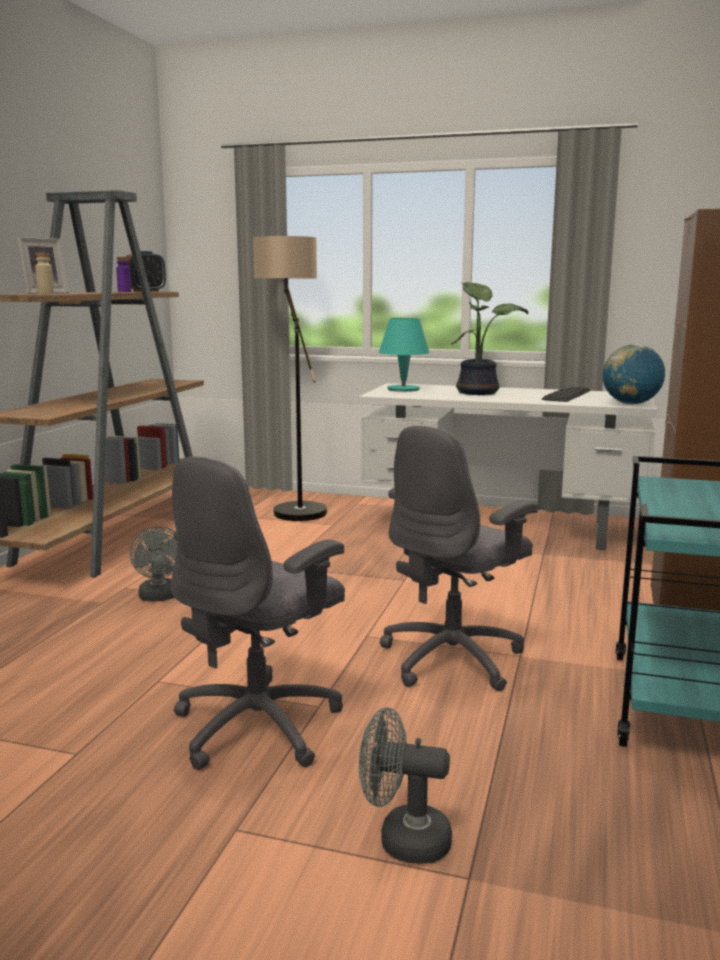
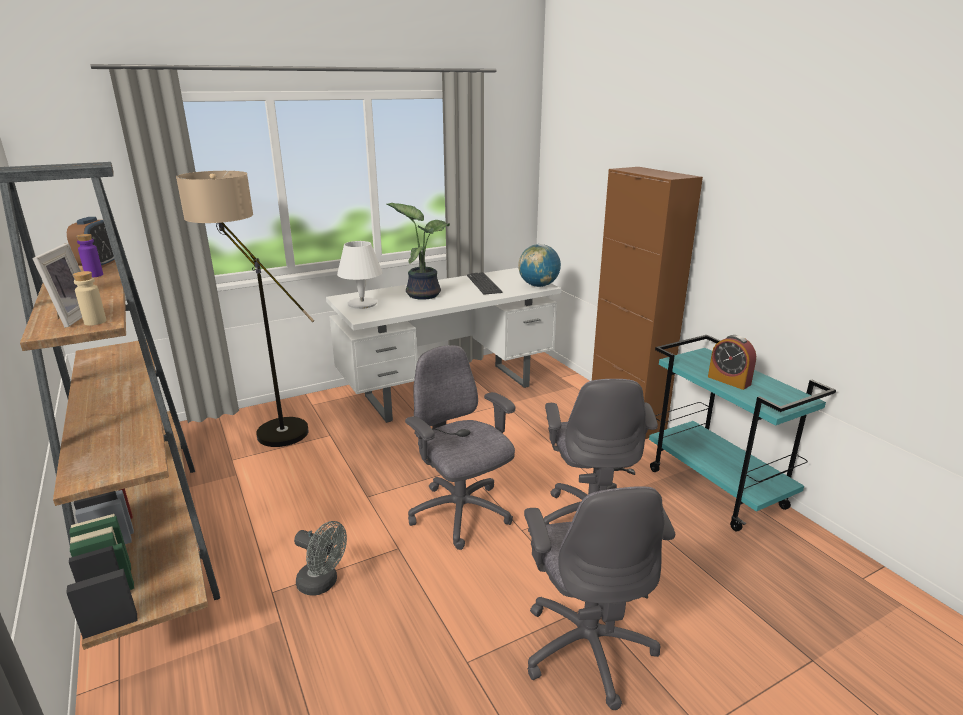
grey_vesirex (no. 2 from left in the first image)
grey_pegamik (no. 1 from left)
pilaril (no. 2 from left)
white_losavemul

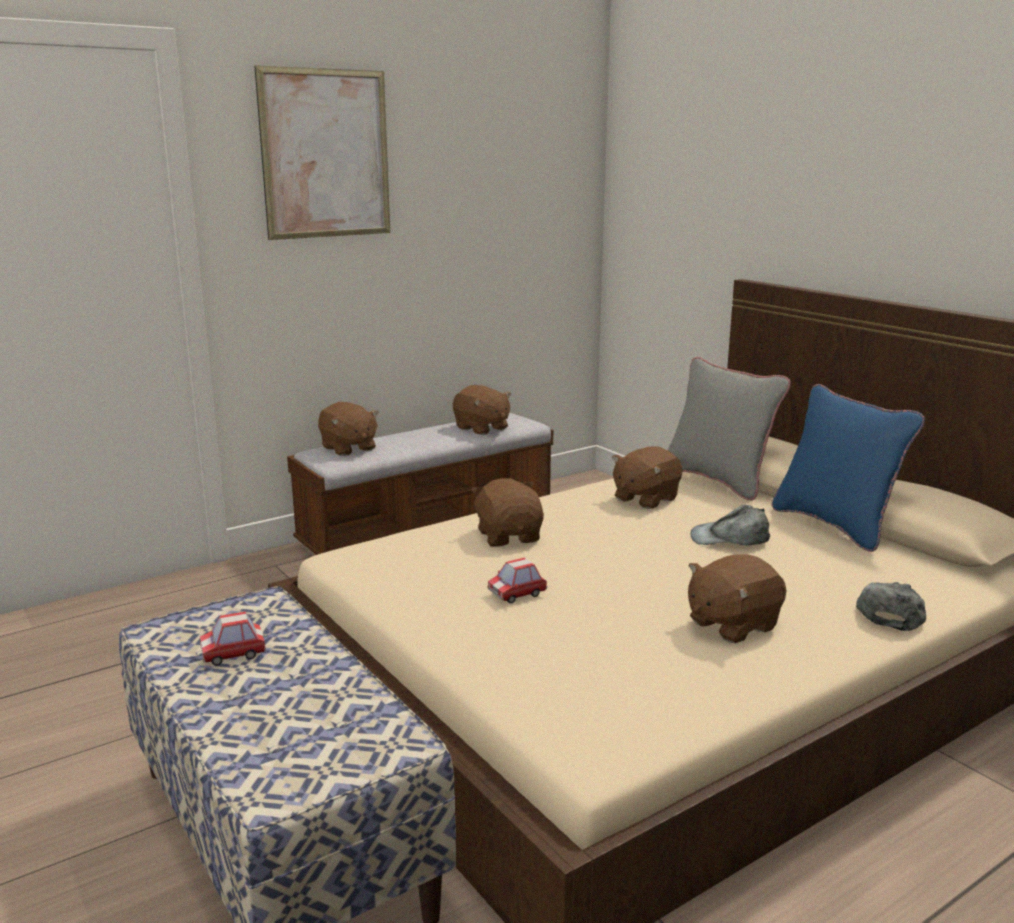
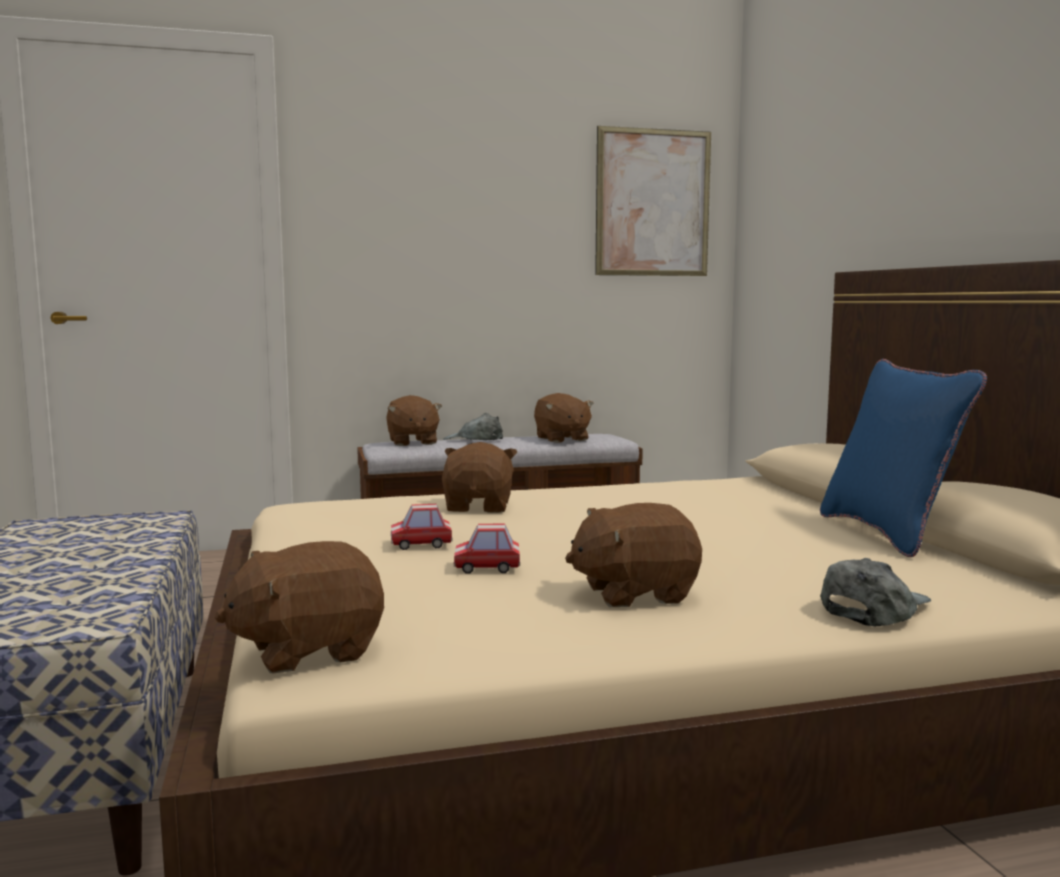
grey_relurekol
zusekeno (no. 2 from left)
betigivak
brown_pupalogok (no. 1 from left)
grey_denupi (no. 1 from left)

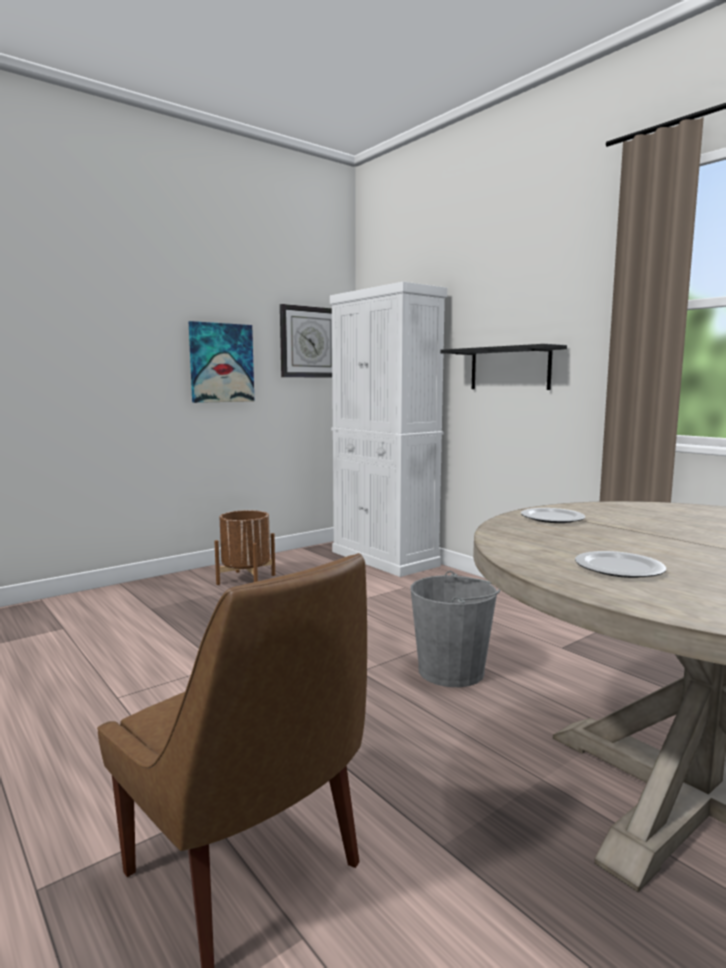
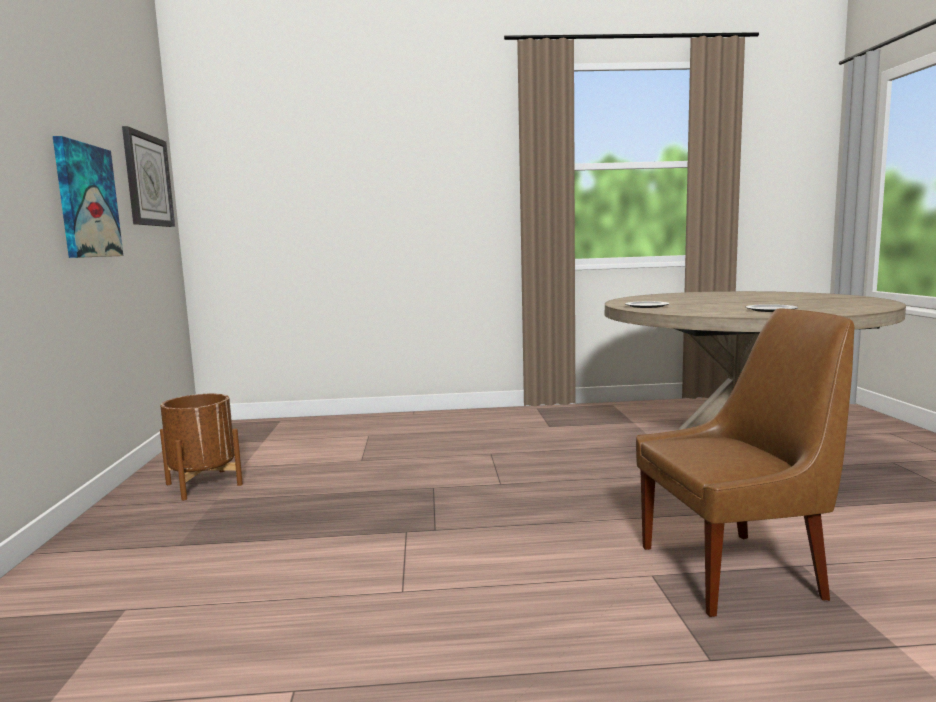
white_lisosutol
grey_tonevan
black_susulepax

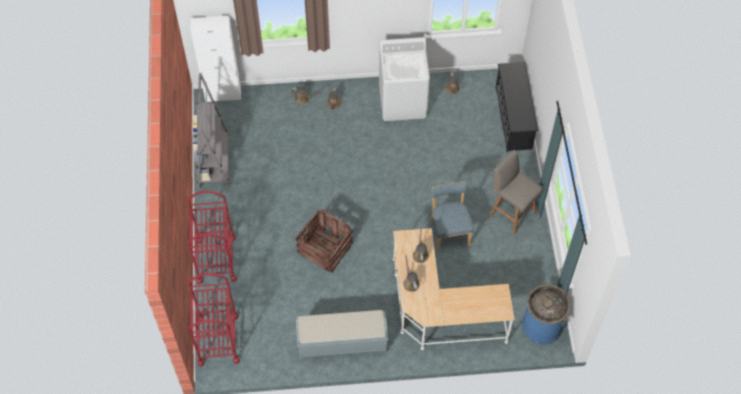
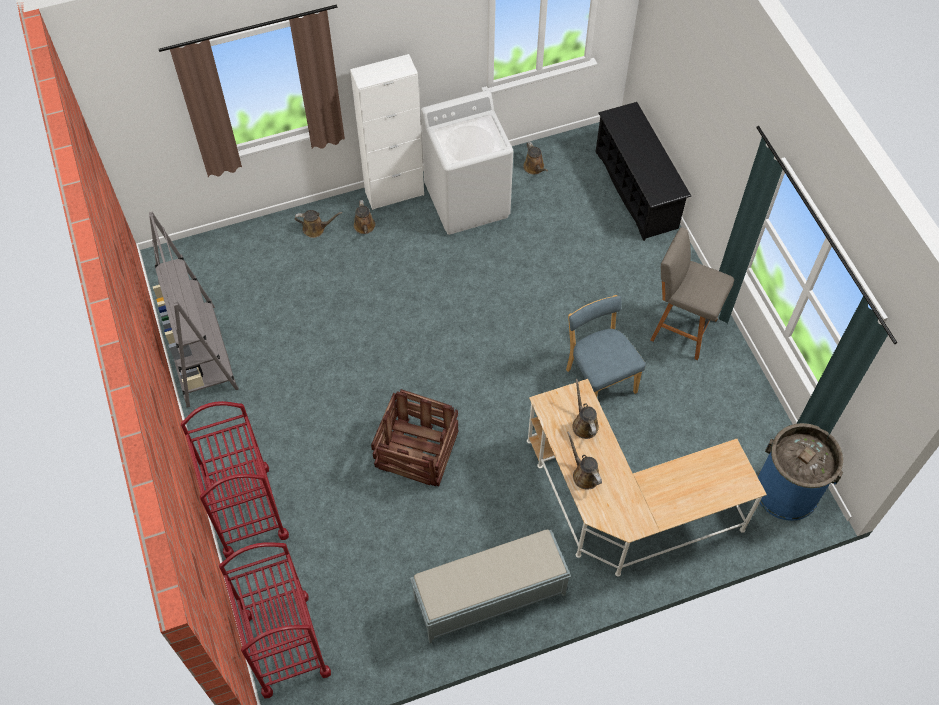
white_lisosutol

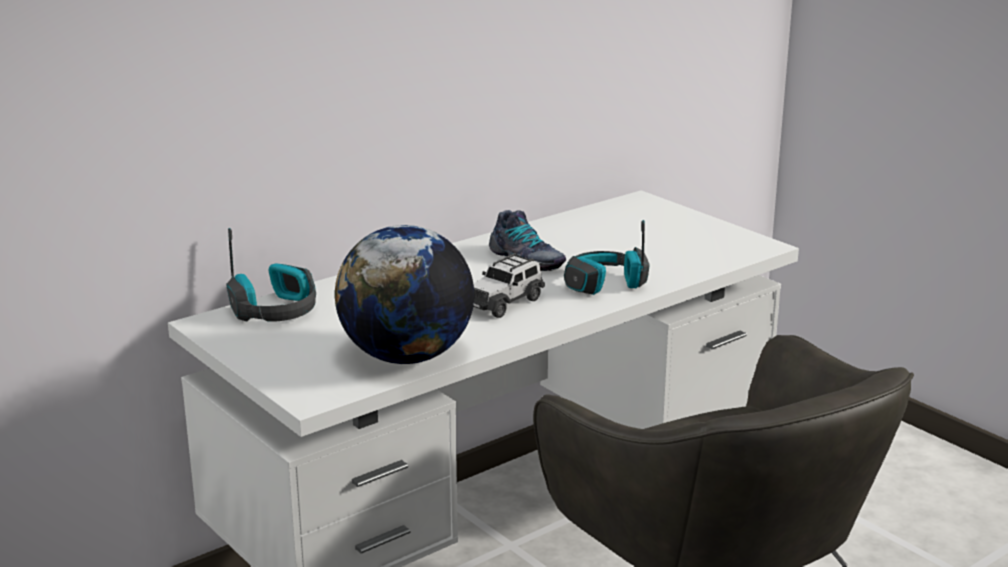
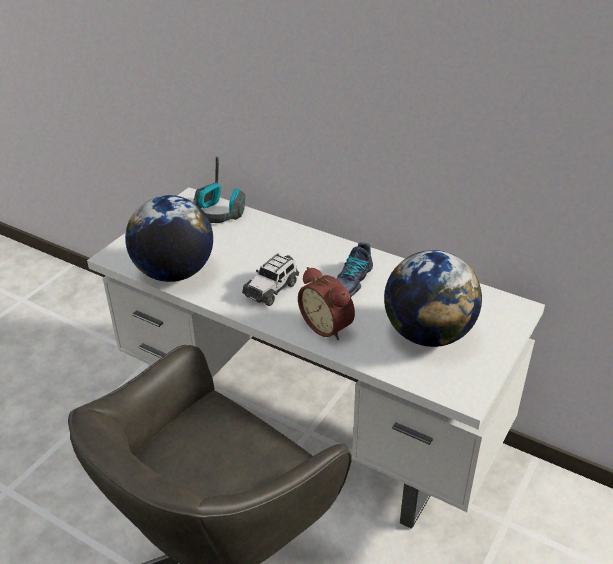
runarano (no. 2 from left)
pilaril
zusekeno

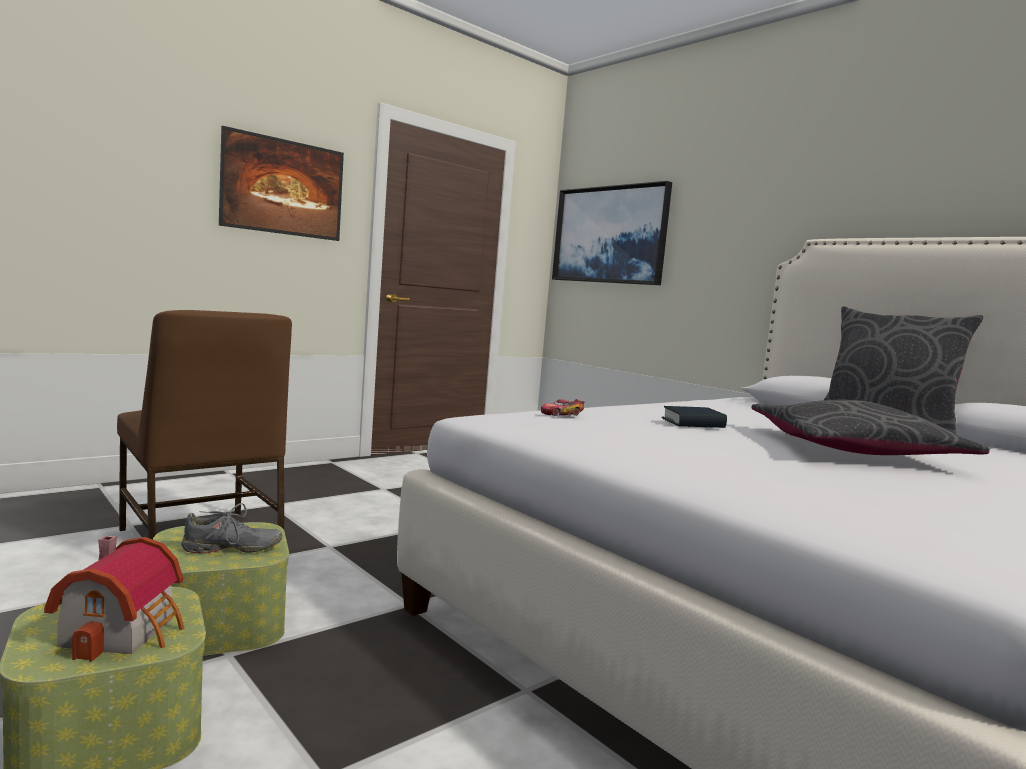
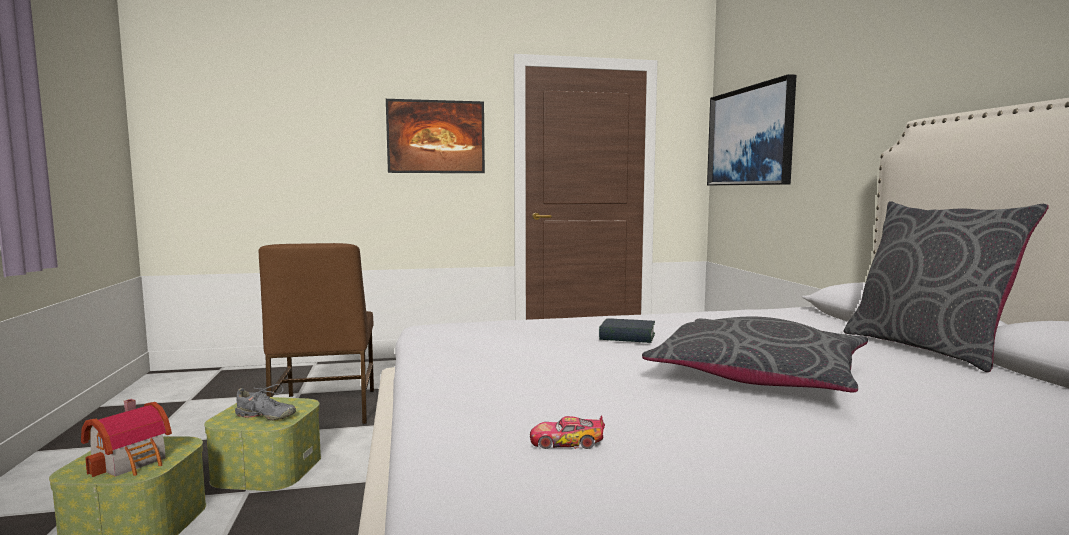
zusekeno

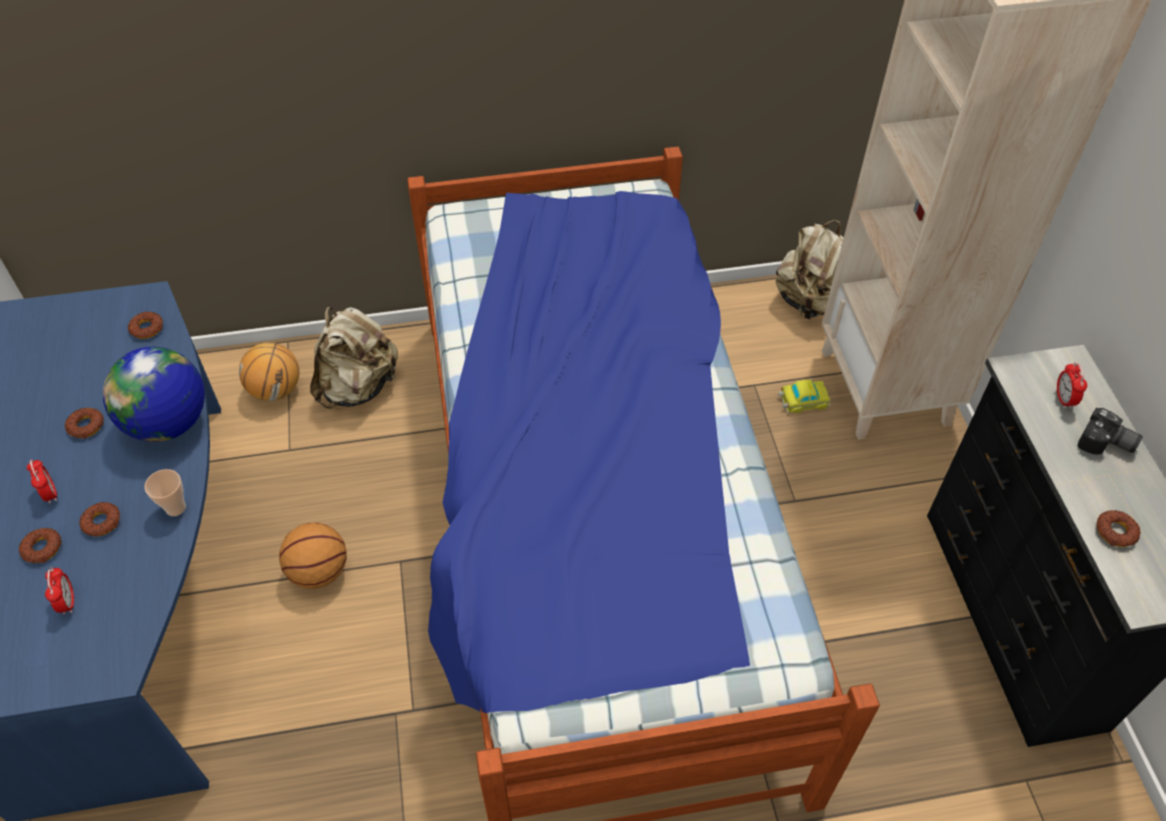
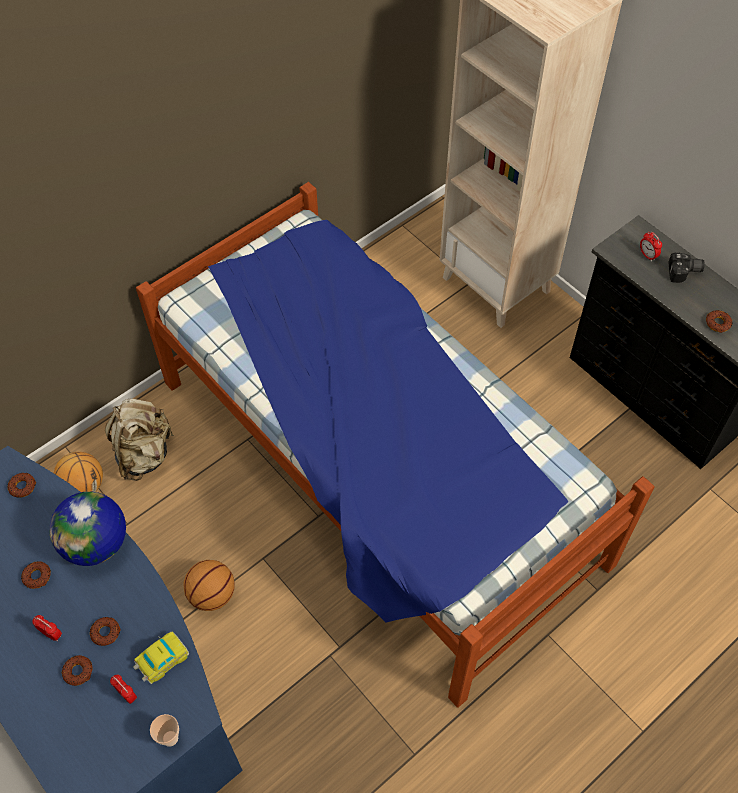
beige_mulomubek (no. 2 from left in the first image)
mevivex
zusekeno

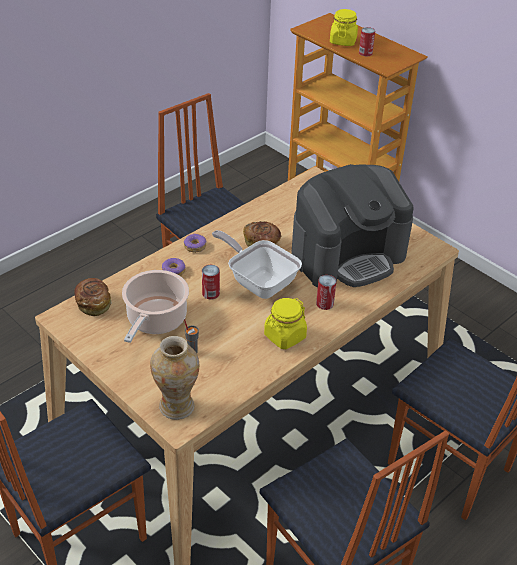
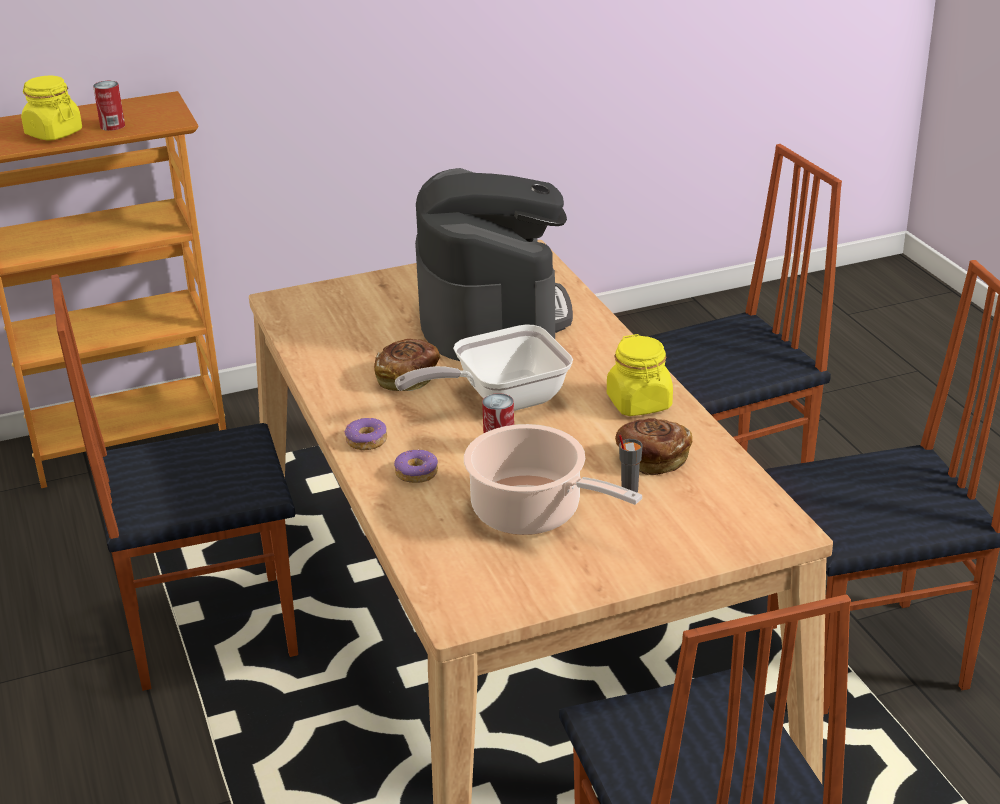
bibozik
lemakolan (no. 2 from left in the first image)
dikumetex (no. 2 from left)

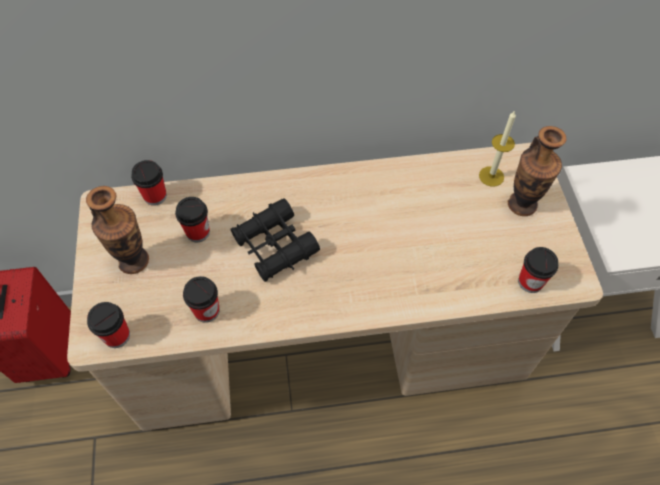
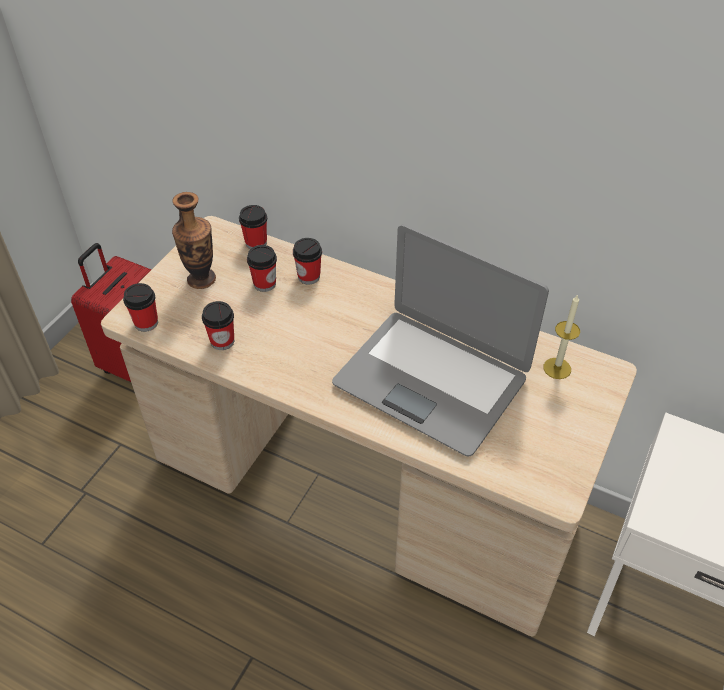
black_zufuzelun
bibozik (no. 2 from left in the first image)
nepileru
mevivex (no. 5 from left)

